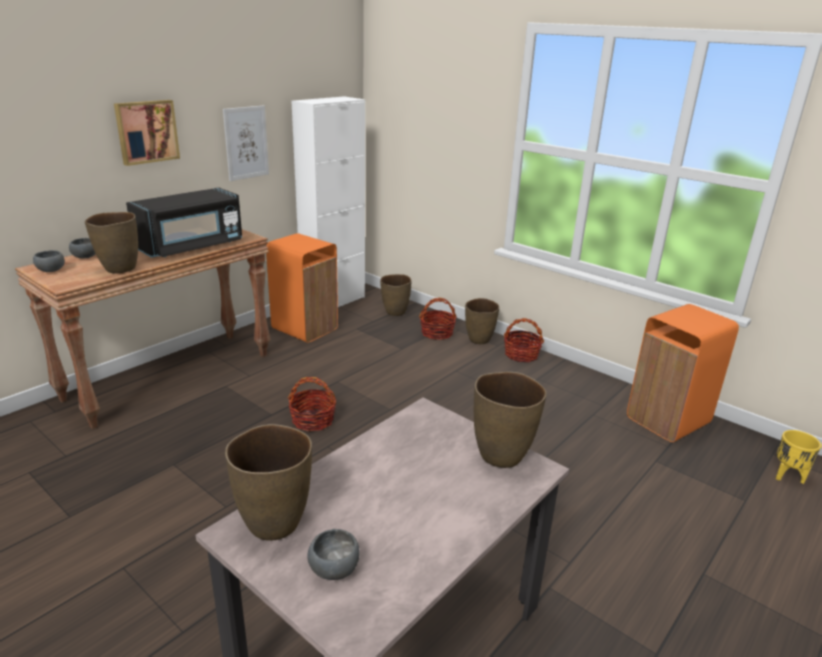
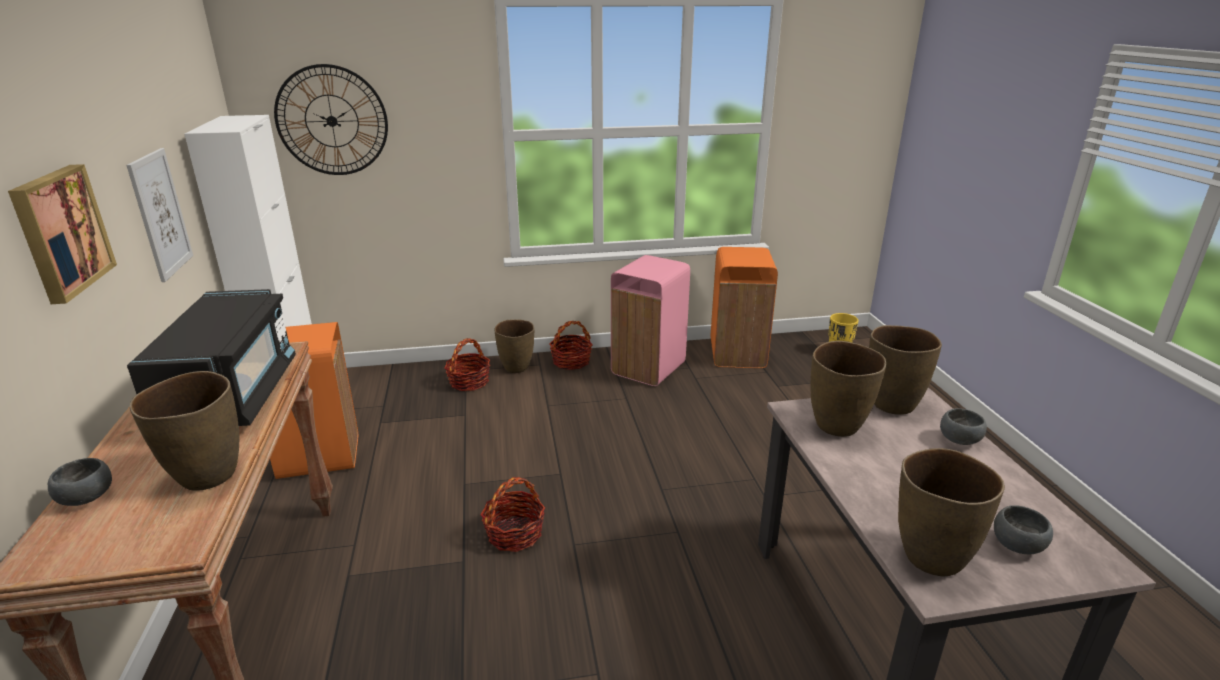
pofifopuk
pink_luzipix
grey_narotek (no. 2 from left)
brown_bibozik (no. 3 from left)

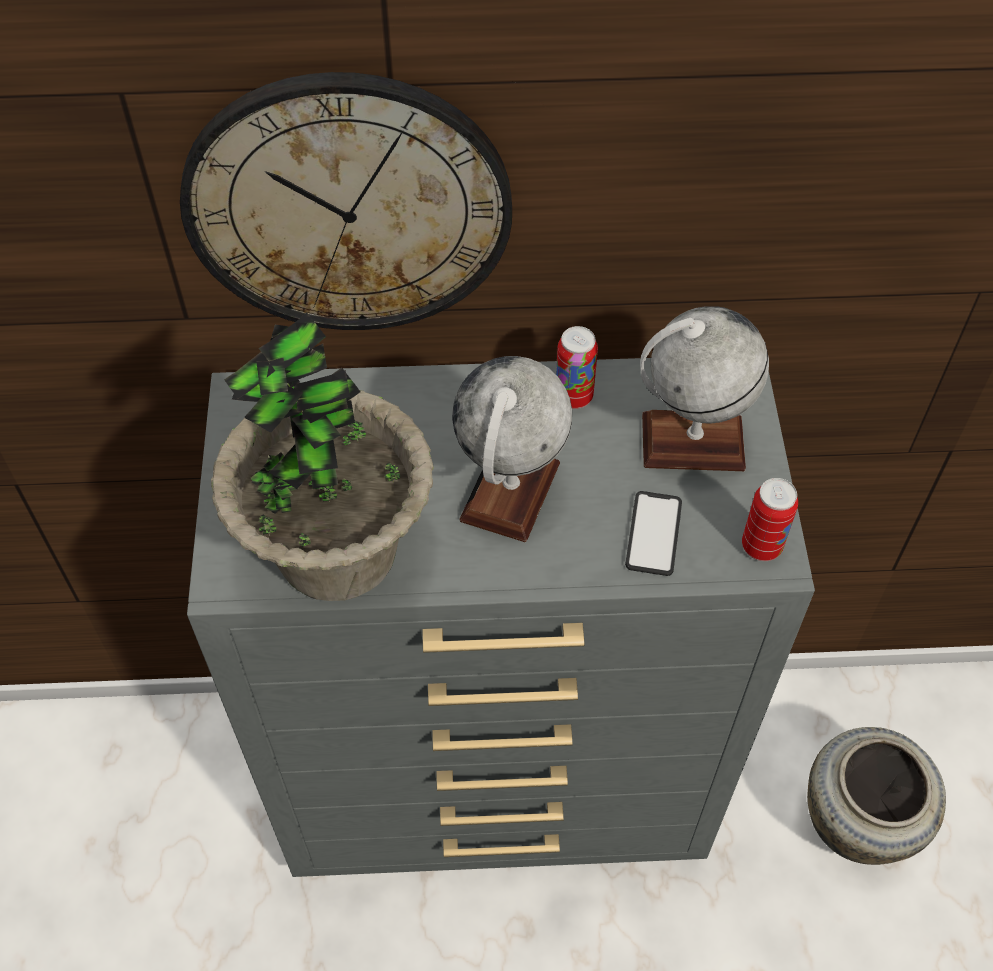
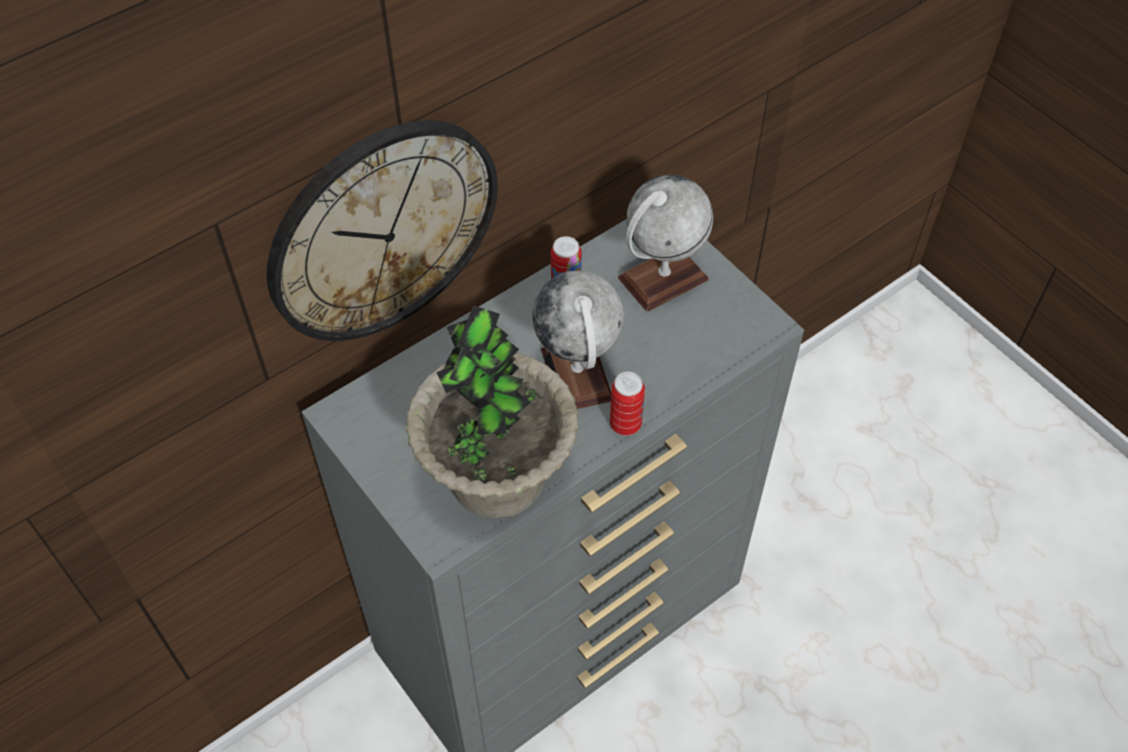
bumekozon
beige_bibozik
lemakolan (no. 2 from left)

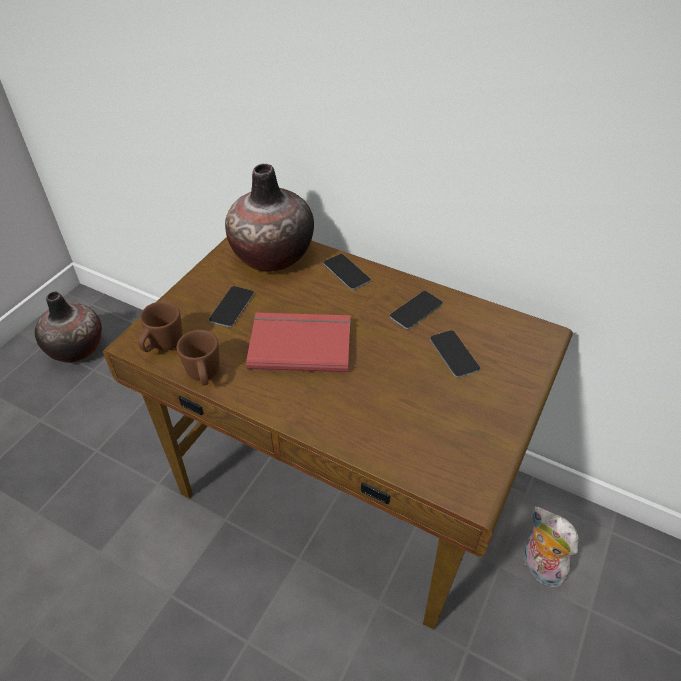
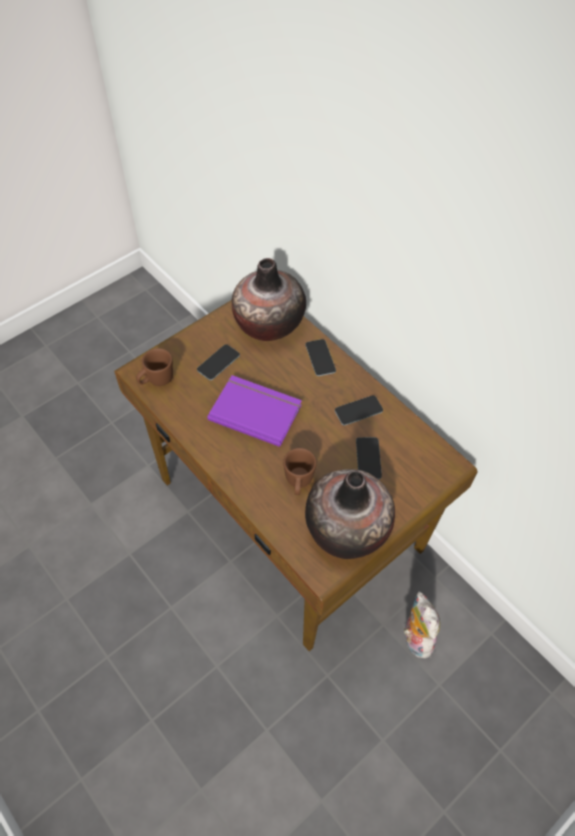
bibozik (no. 2 from left)
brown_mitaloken (no. 2 from left)
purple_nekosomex

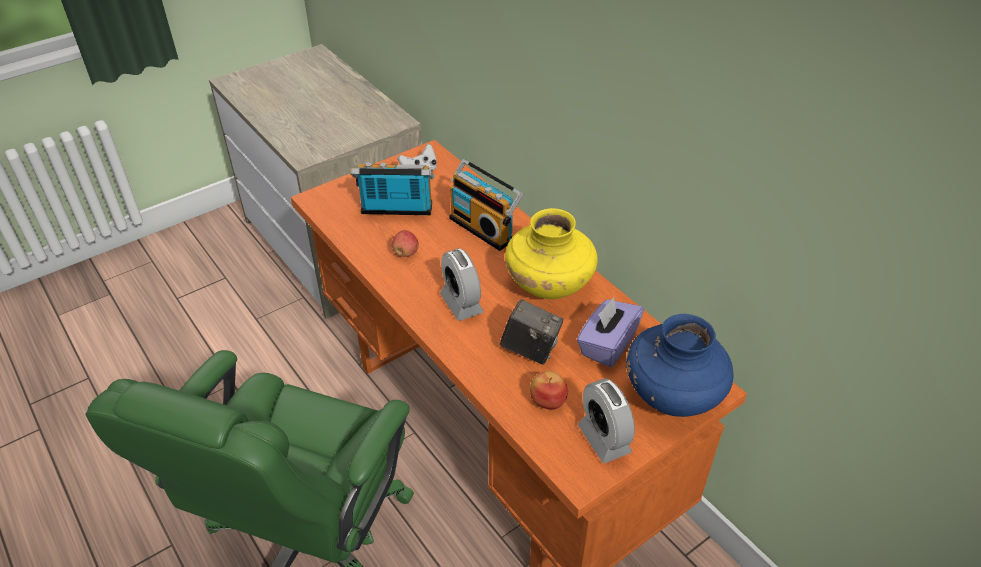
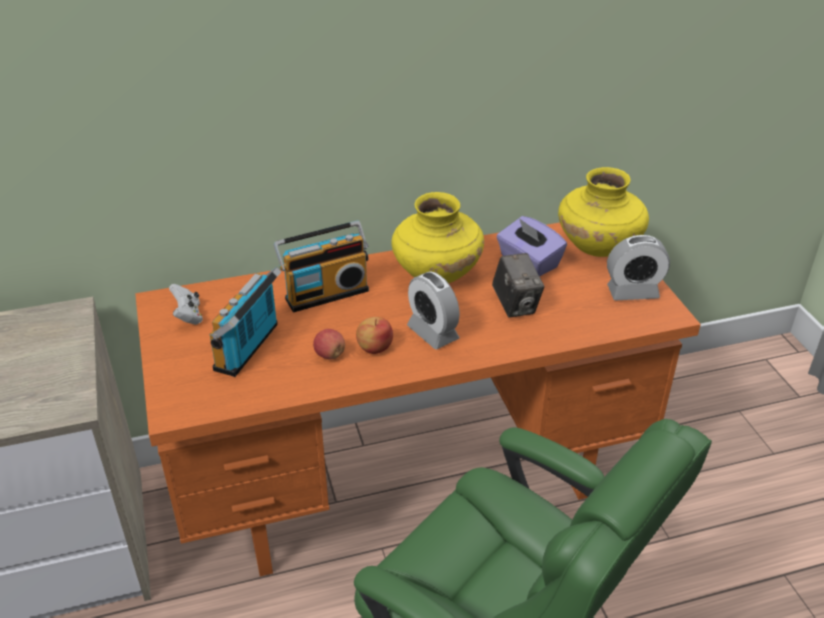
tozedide (no. 2 from left)
yellow_bibozik (no. 2 from left)
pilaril (no. 1 from left)
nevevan

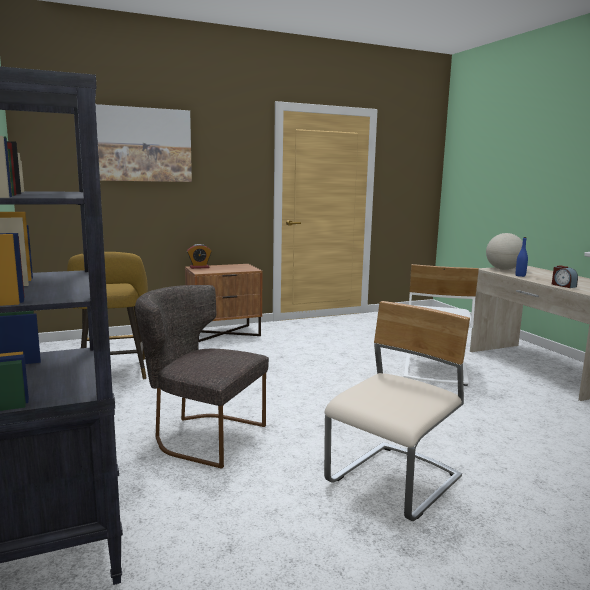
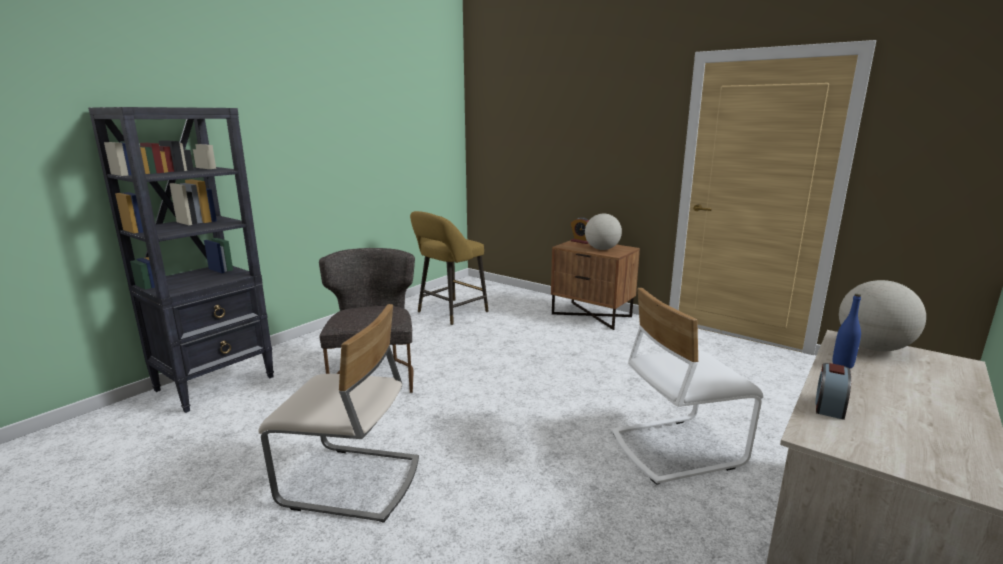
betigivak
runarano (no. 1 from left)

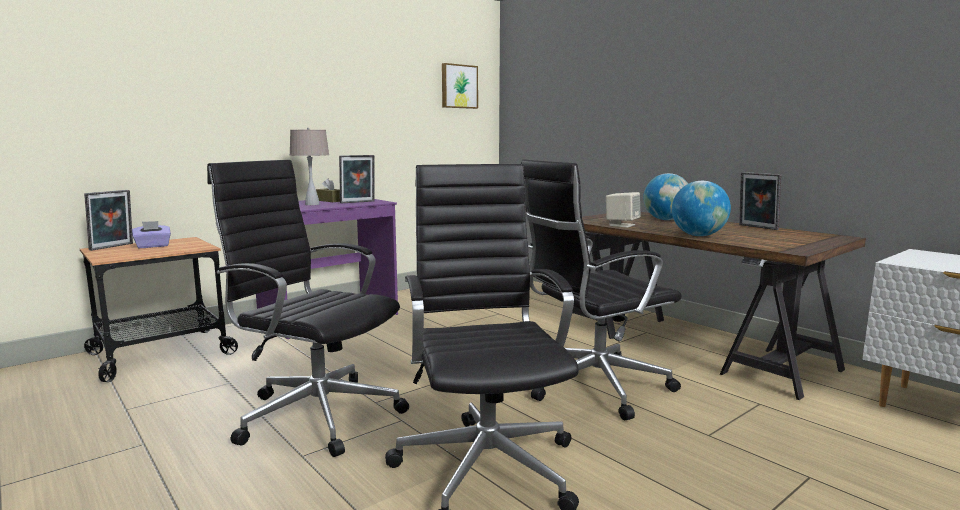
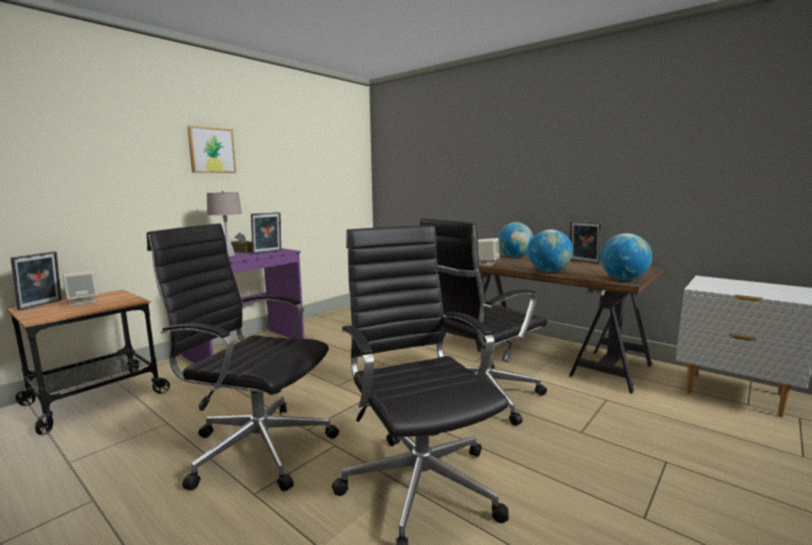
runarano (no. 3 from left)
betigivak
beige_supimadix (no. 1 from left)

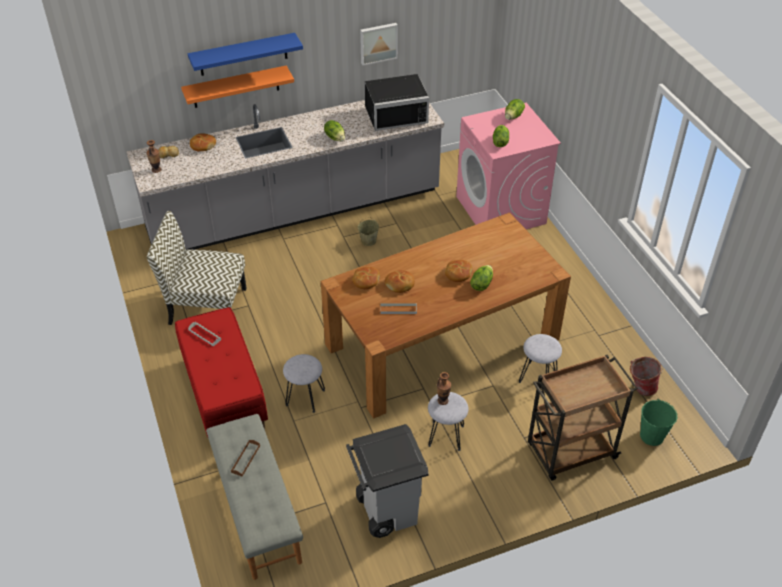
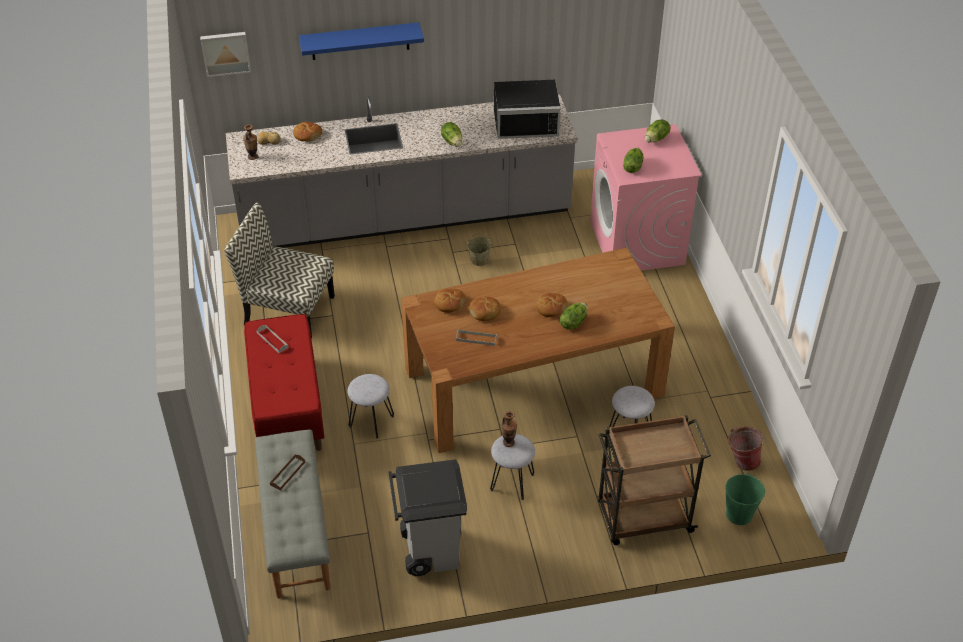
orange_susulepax
betigivak

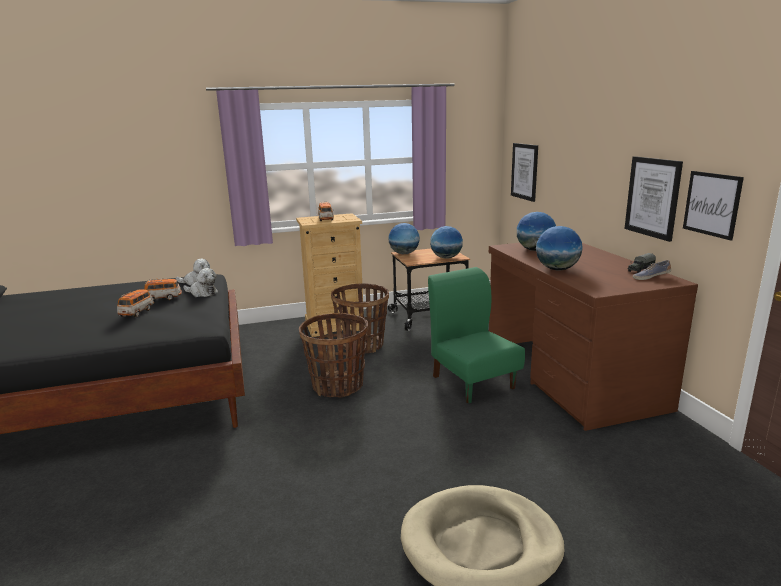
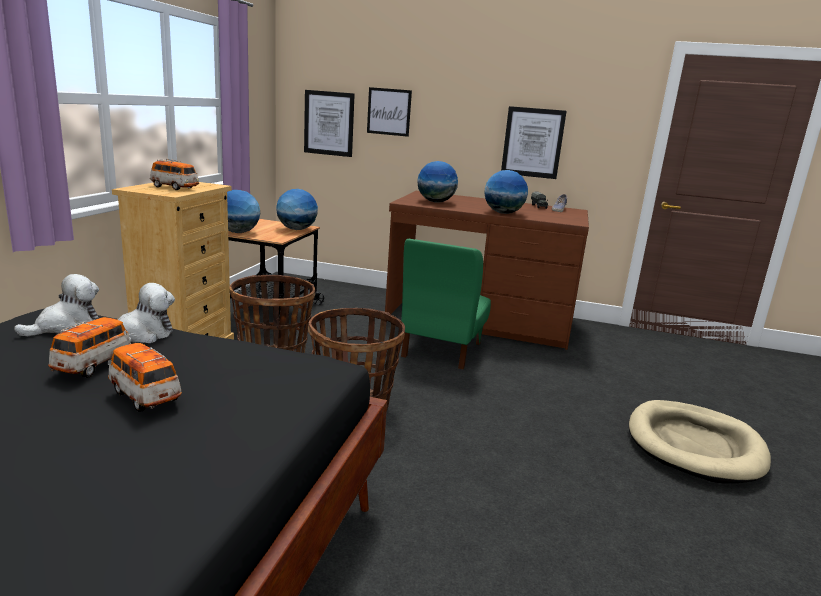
betigivak (no. 2 from left)
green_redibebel

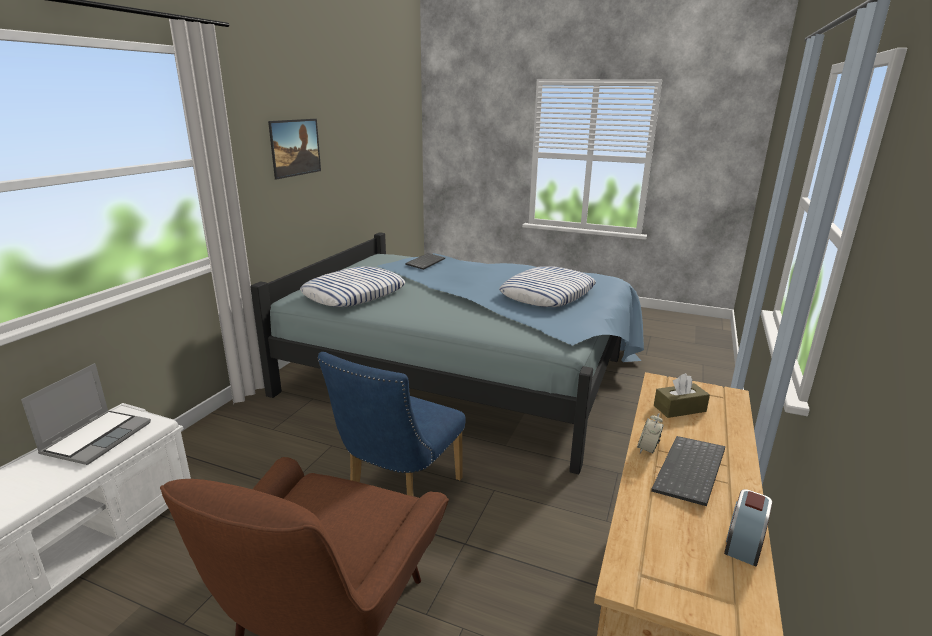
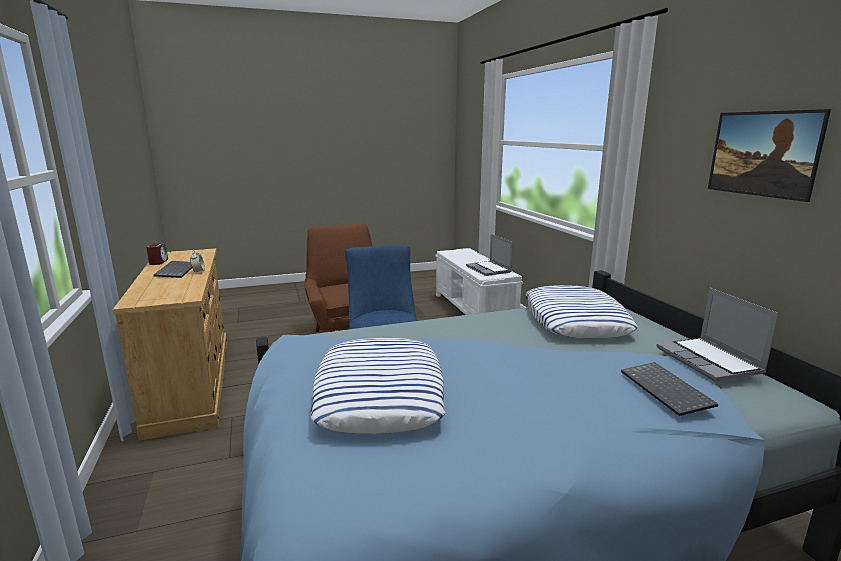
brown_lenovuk
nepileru (no. 2 from left)

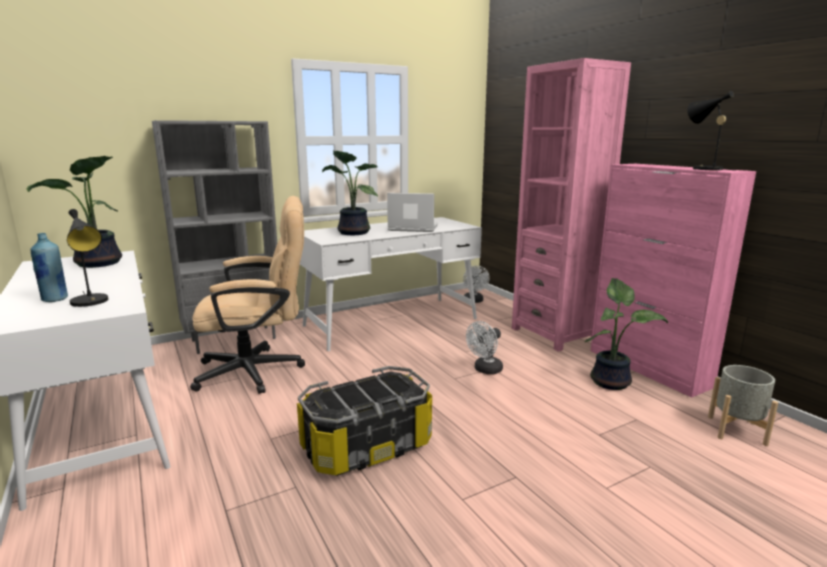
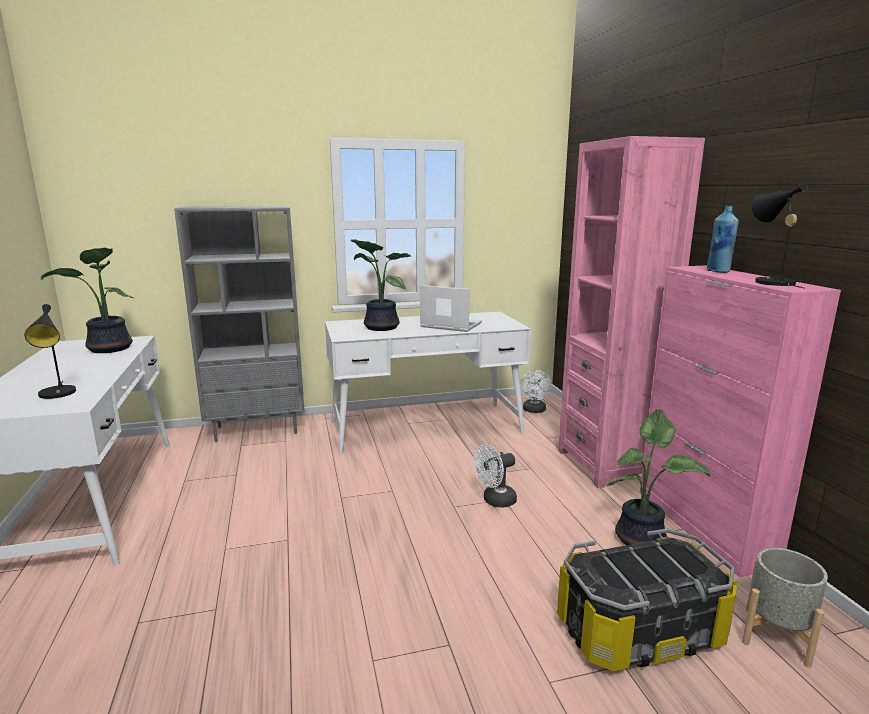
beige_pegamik
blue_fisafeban
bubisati

